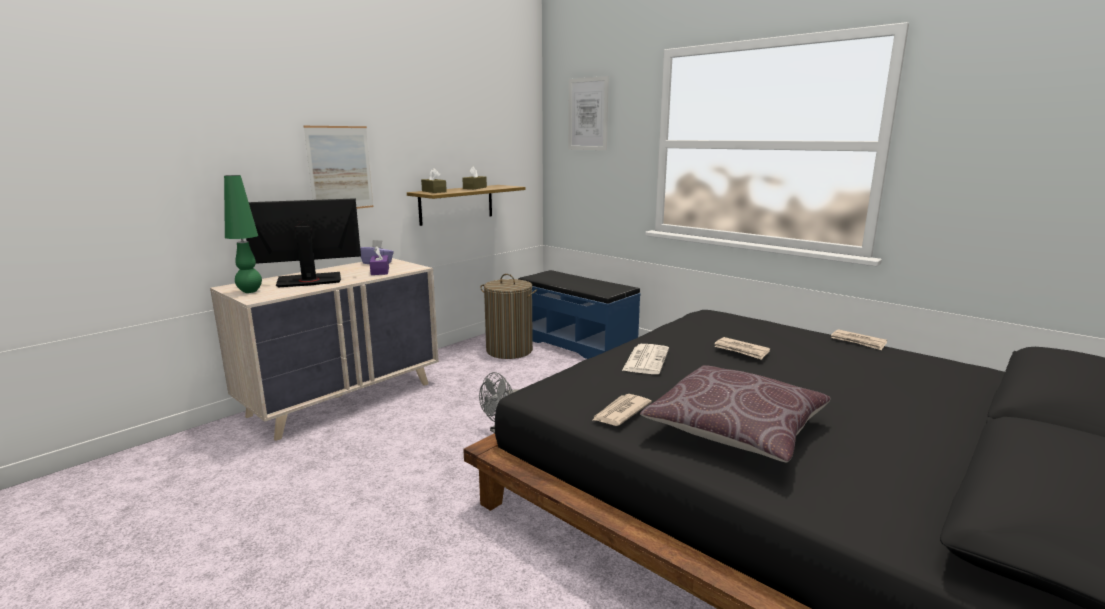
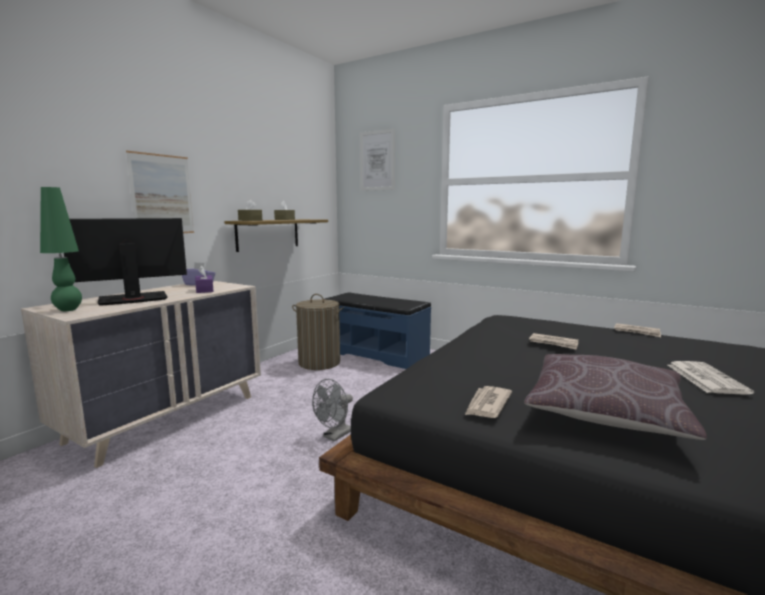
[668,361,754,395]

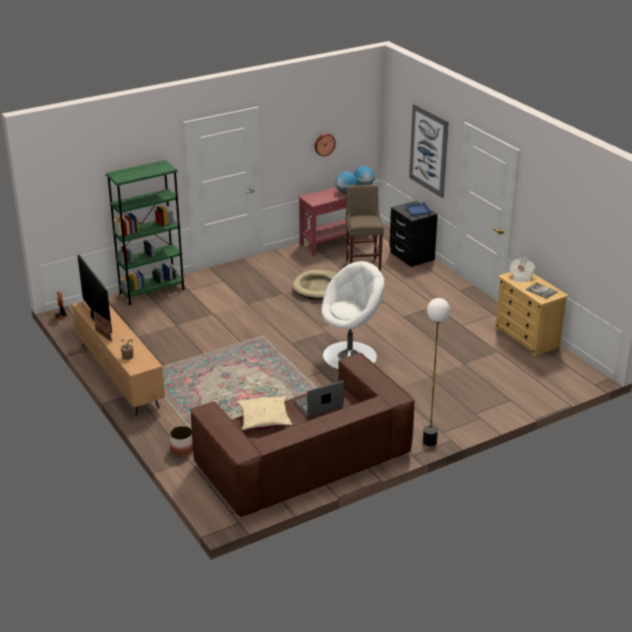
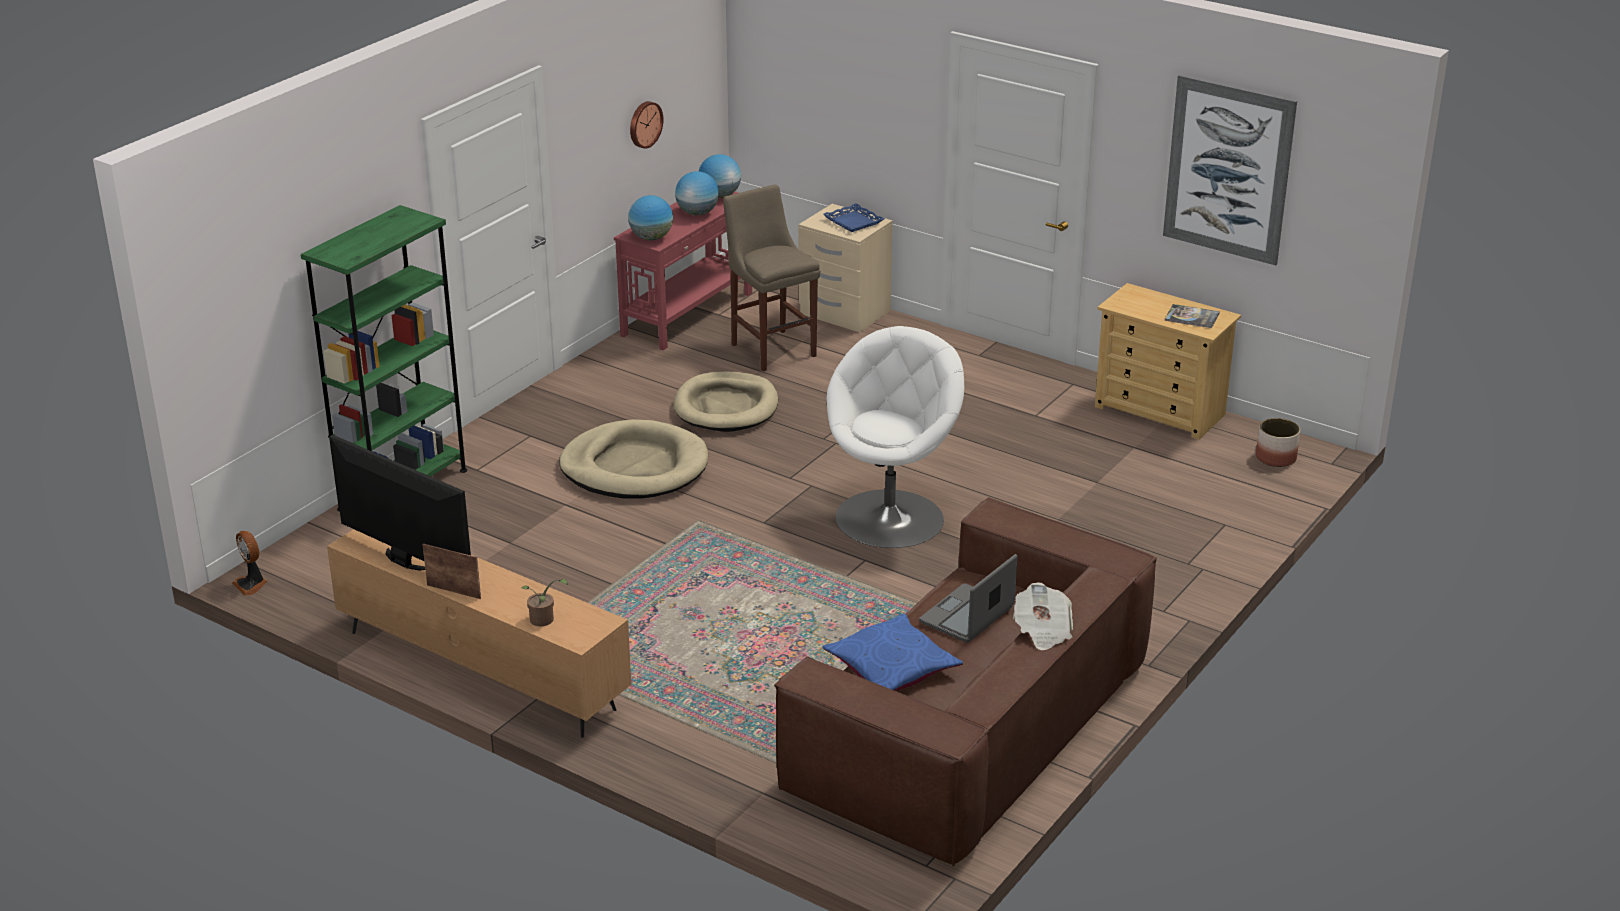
[1256,418,1300,467]
[823,614,963,691]
[799,204,893,332]
[1163,75,1297,265]
[423,298,450,446] (first image)
[1013,582,1073,650]
[559,419,708,499]
[628,195,673,240]

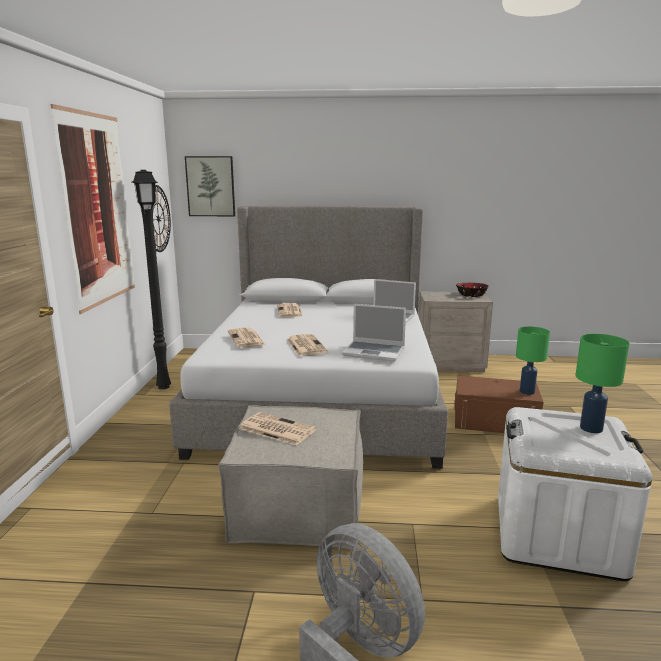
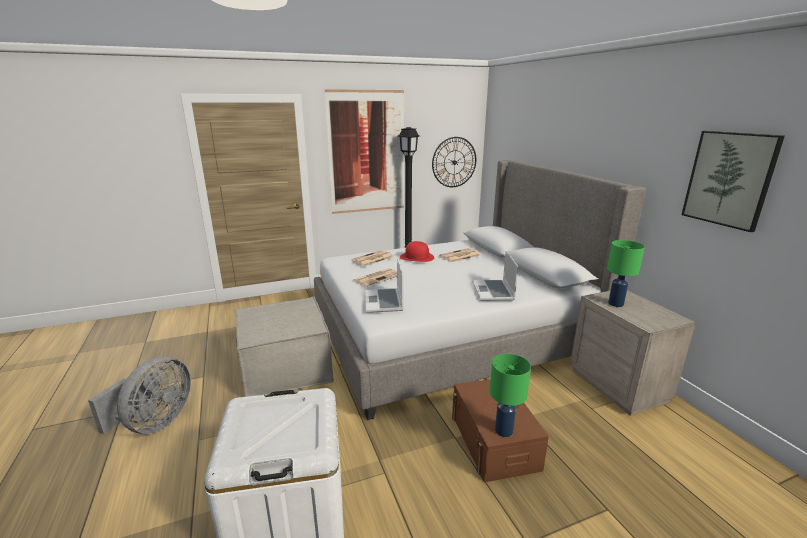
[681,131,785,232]
[239,412,317,446] (first image)
[456,283,489,297] (first image)
[607,240,645,307]
[400,241,434,262]

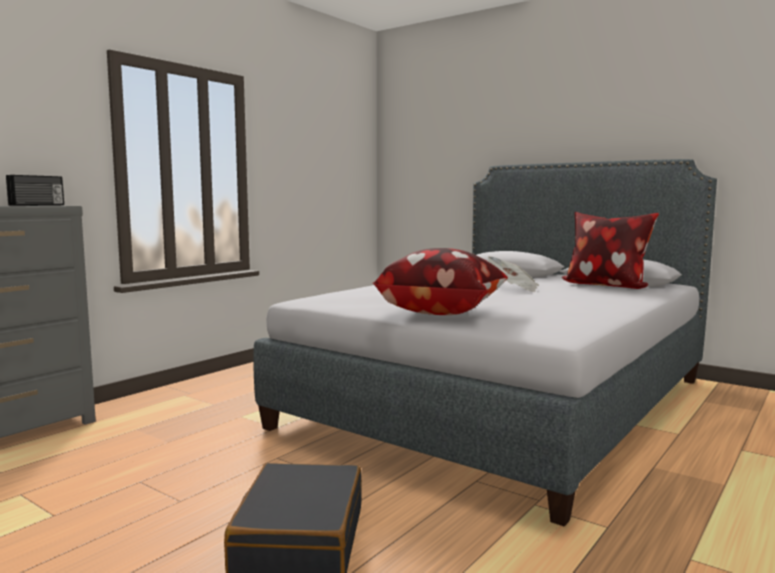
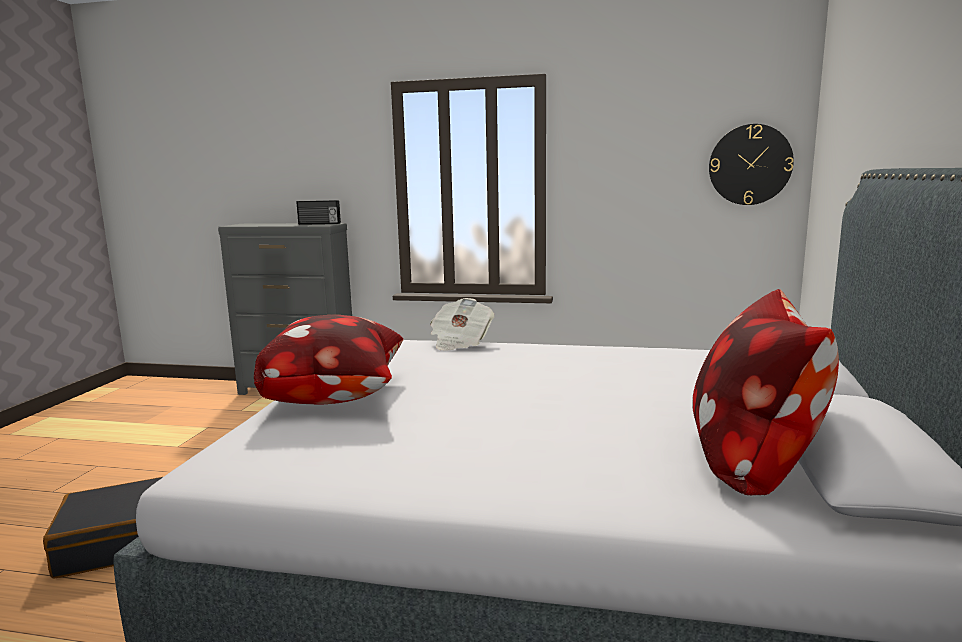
[430,298,495,351]
[709,124,794,205]

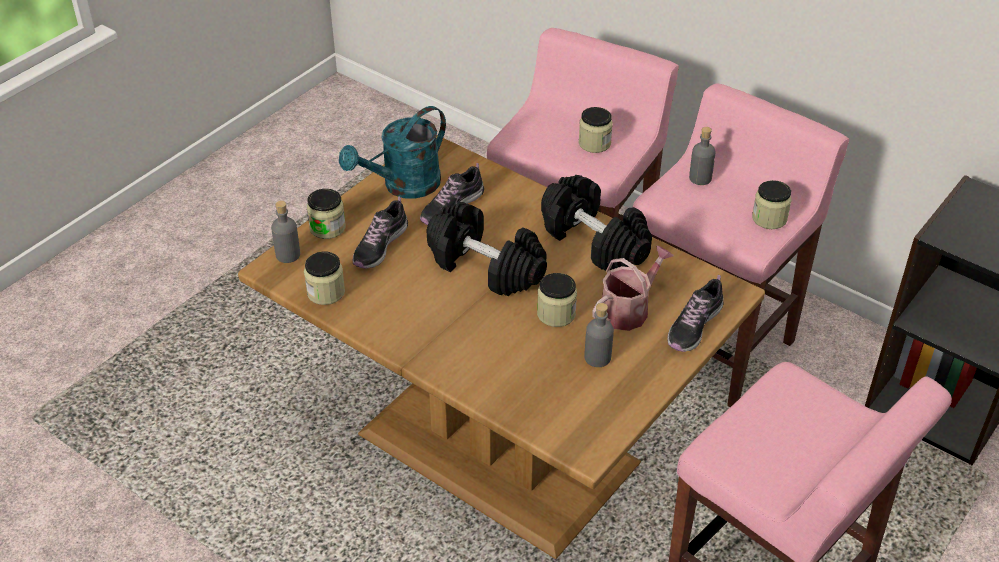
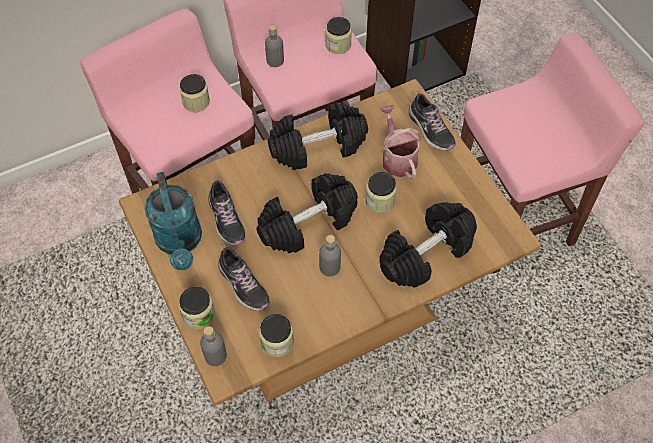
[319,235,341,276]
[379,202,477,288]

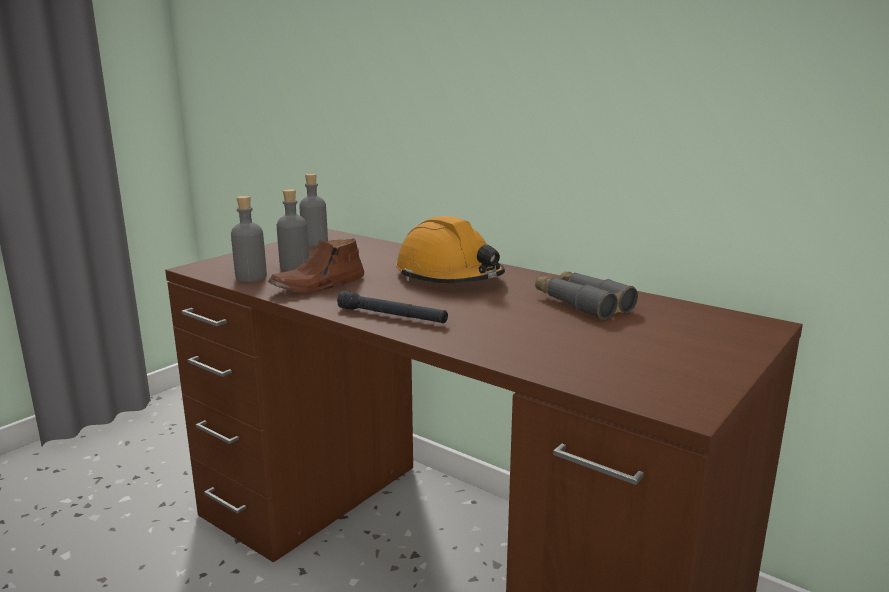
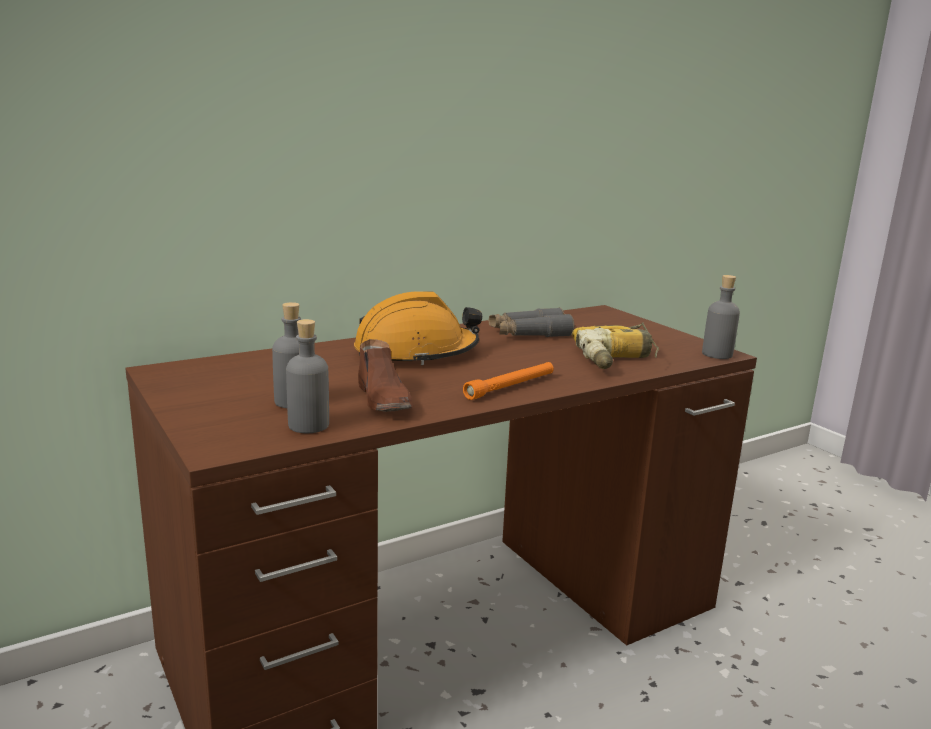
[702,275,740,359]
[463,362,554,400]
[572,322,659,369]

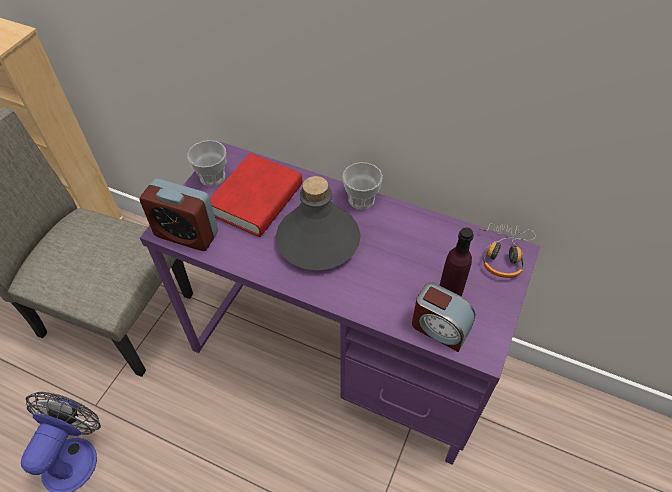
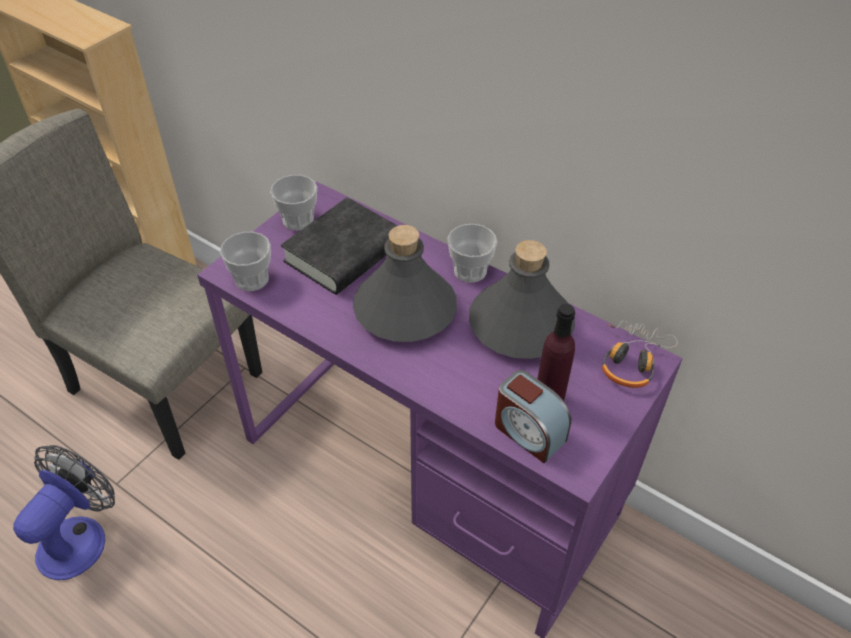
[220,232,271,291]
[281,197,398,295]
[469,240,575,359]

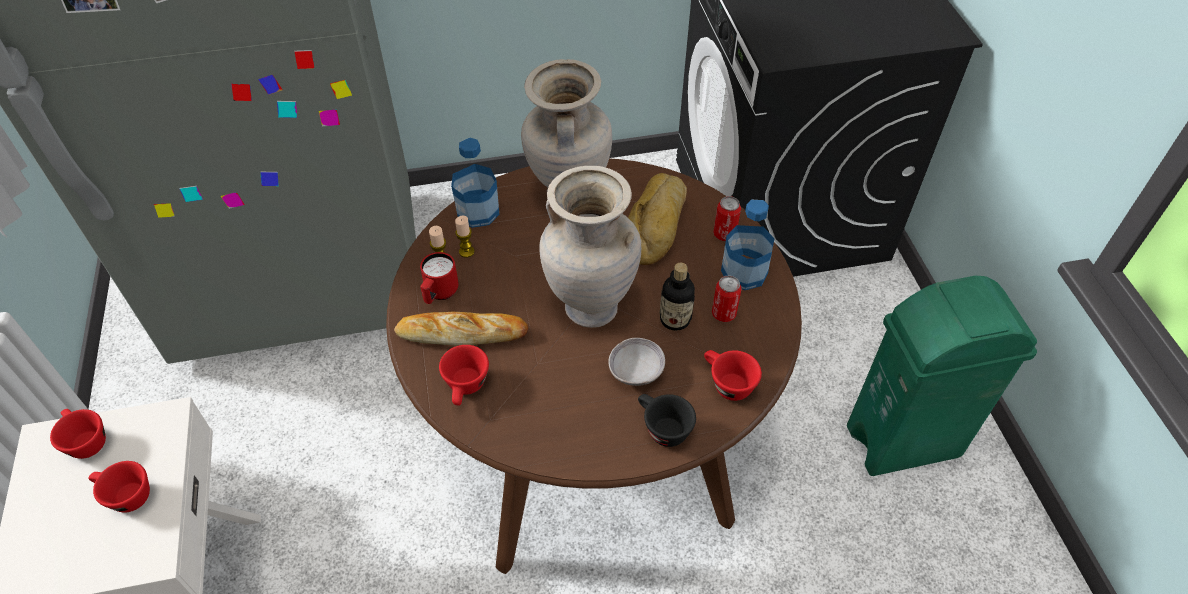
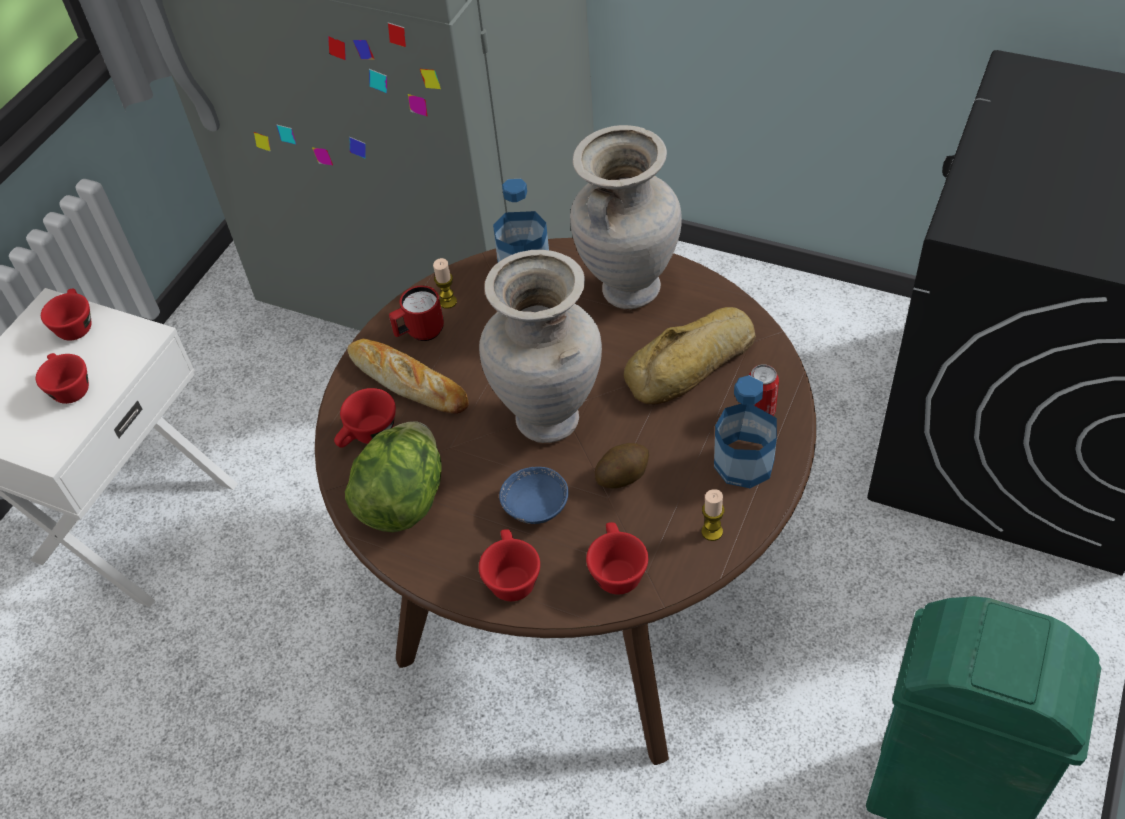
[701,489,724,541]
[499,467,569,524]
[479,529,540,601]
[595,443,649,488]
[712,275,742,322] (first image)
[345,421,441,532]

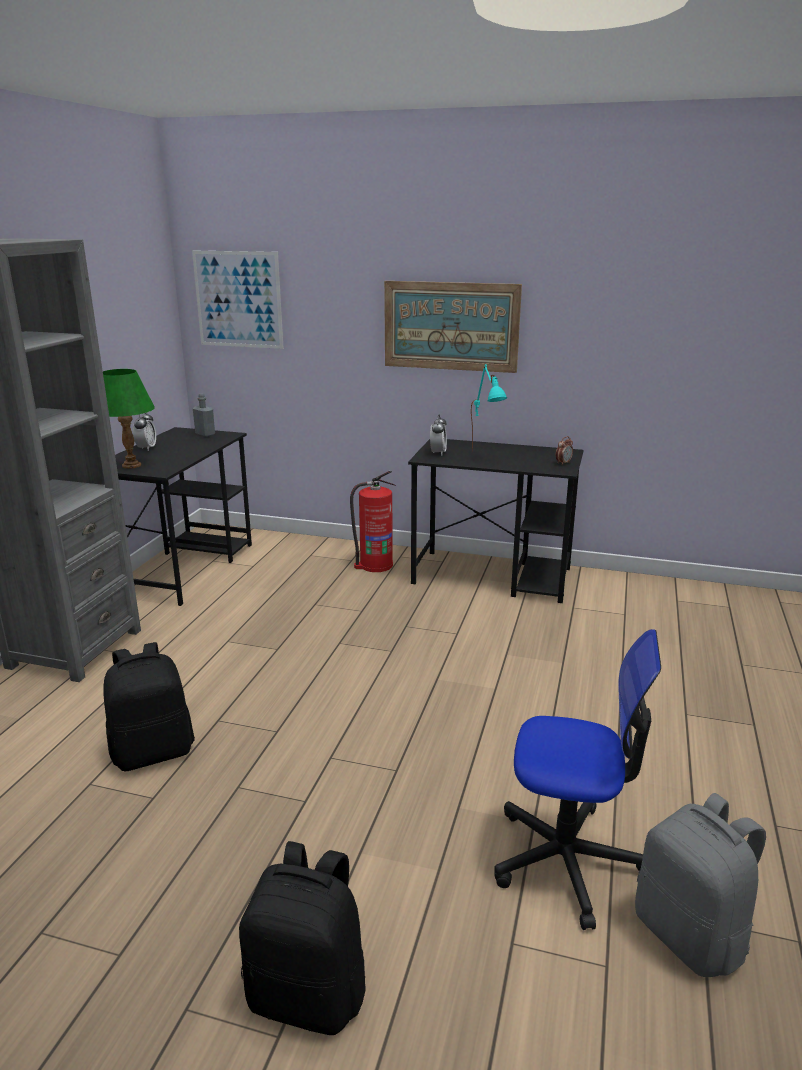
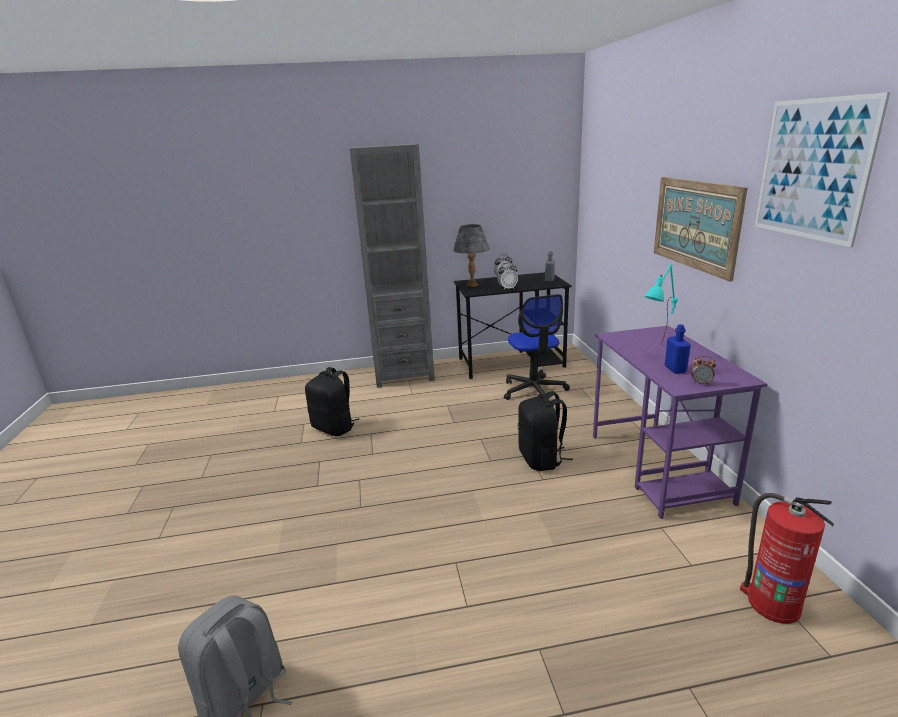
[453,224,490,287]
[755,92,890,247]
[518,391,573,471]
[740,493,834,624]
[593,326,767,519]
[497,263,518,290]
[504,294,570,400]
[665,324,691,374]

